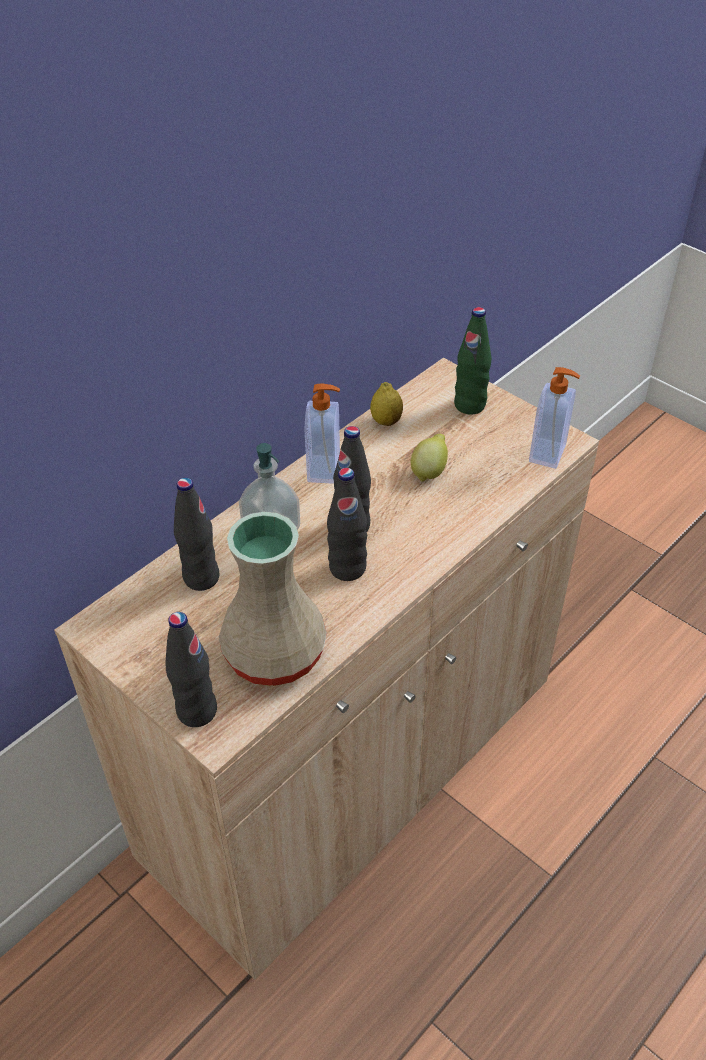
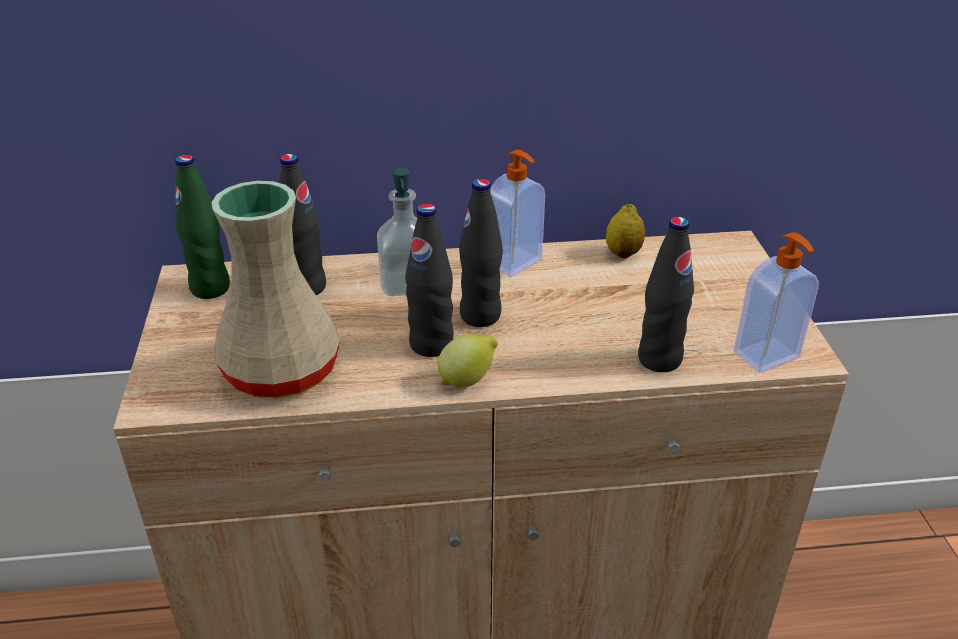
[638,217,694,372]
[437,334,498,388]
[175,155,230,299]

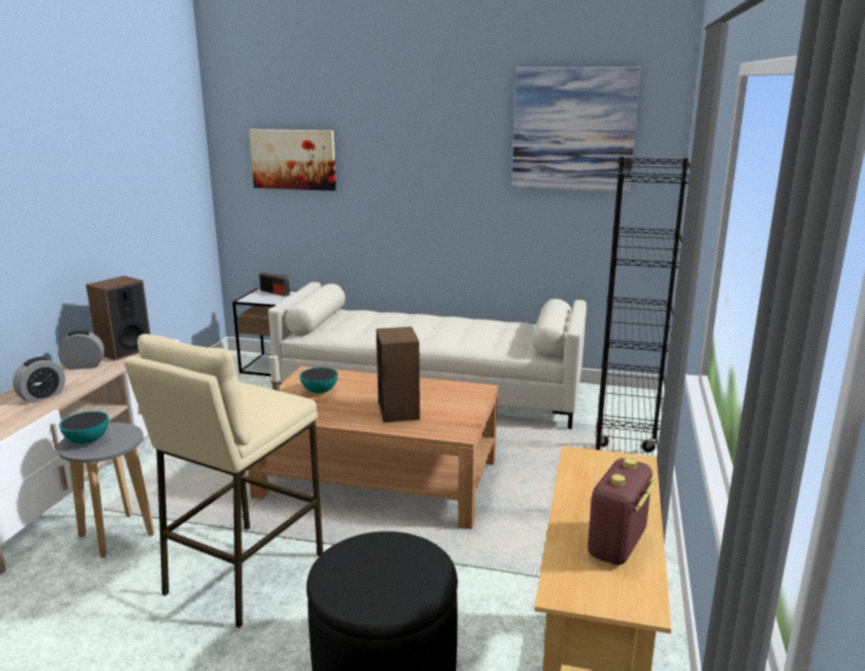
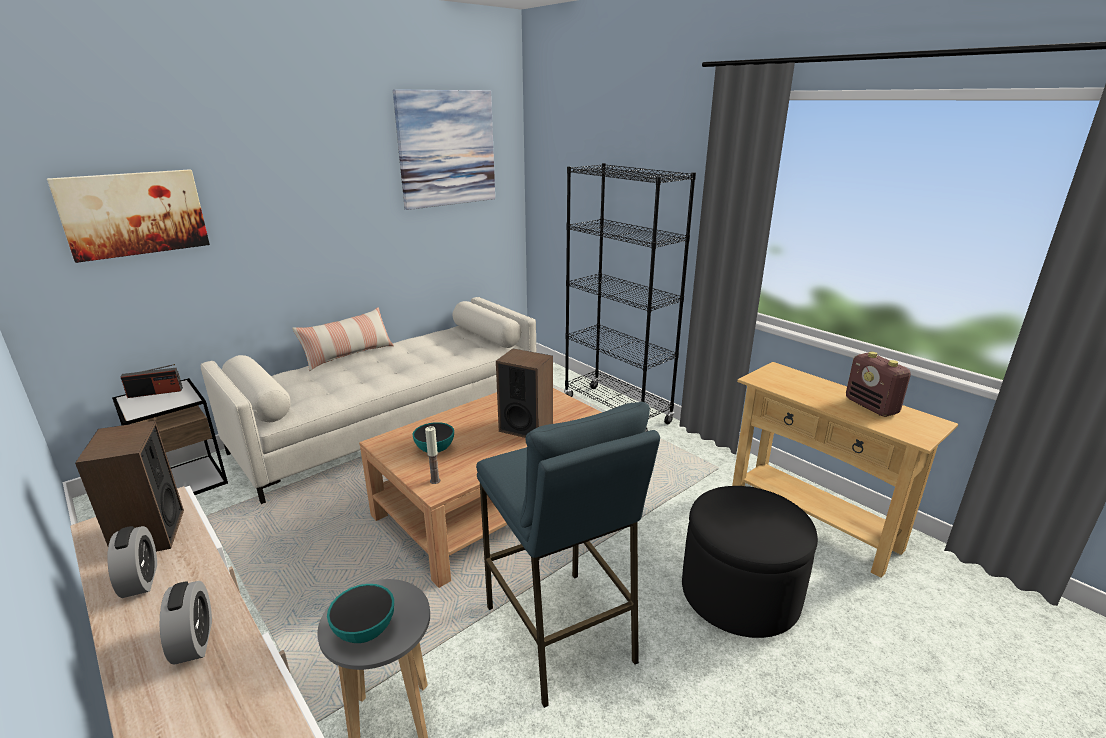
[107,526,157,598]
[476,402,660,708]
[292,307,394,371]

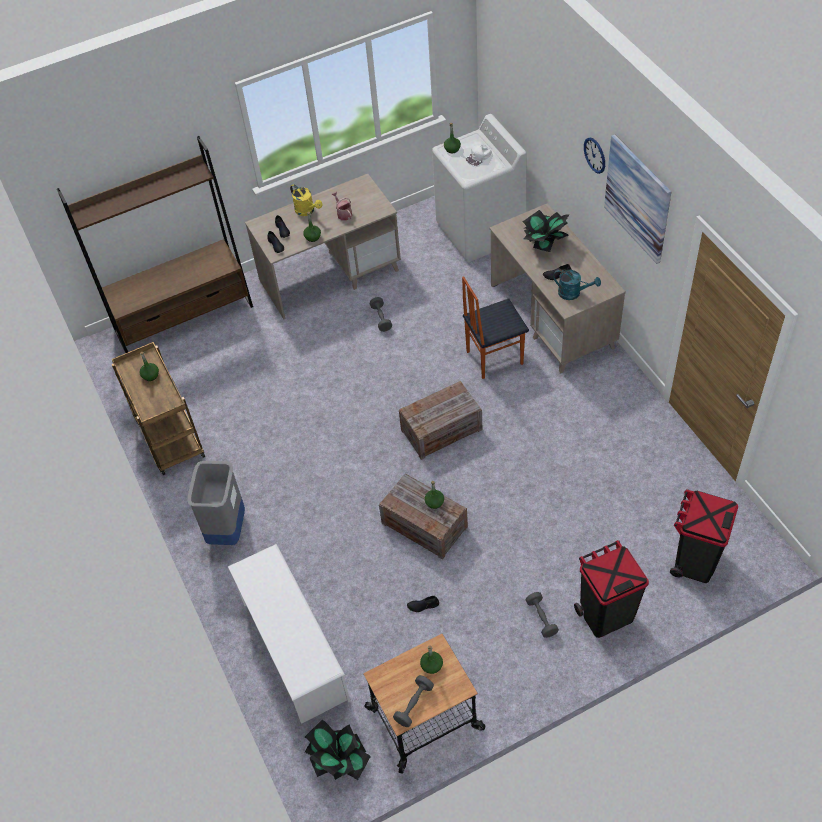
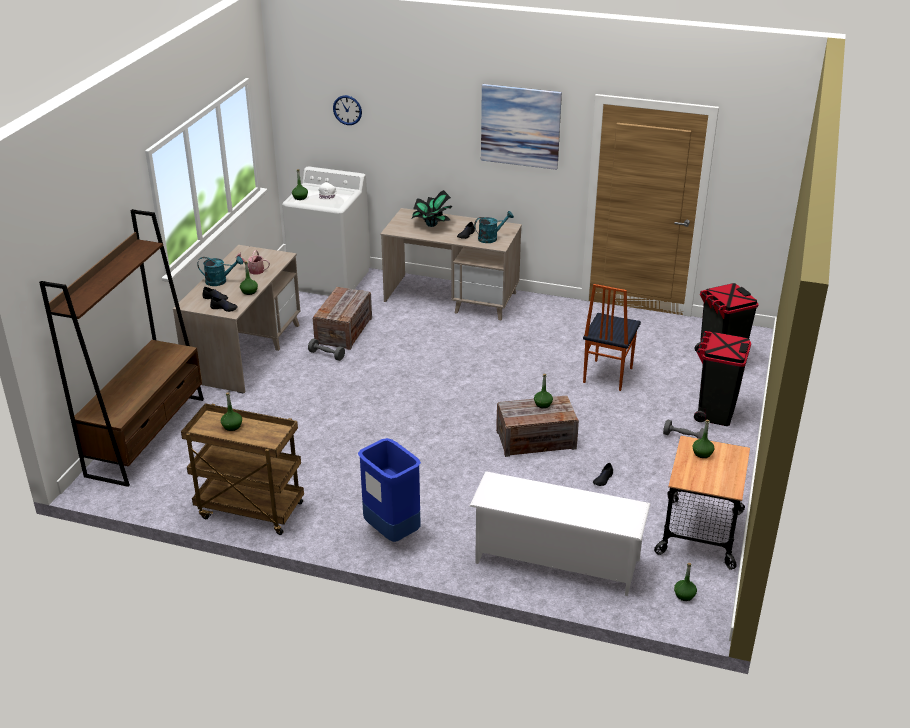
[358,438,421,542]
[197,256,243,286]
[674,563,697,601]
[393,675,434,727] (first image)
[313,287,372,350]
[583,284,641,391]
[333,95,362,125]

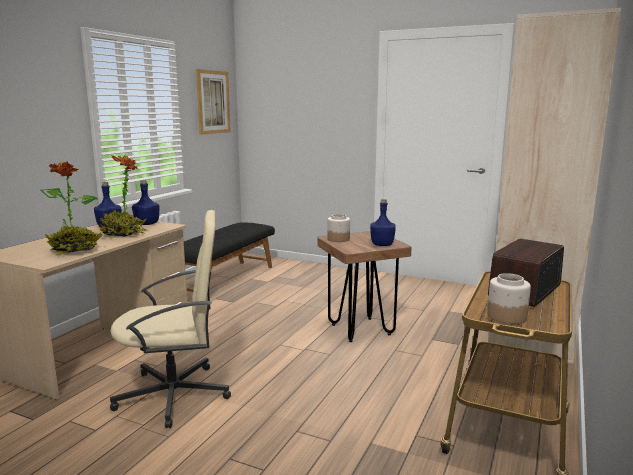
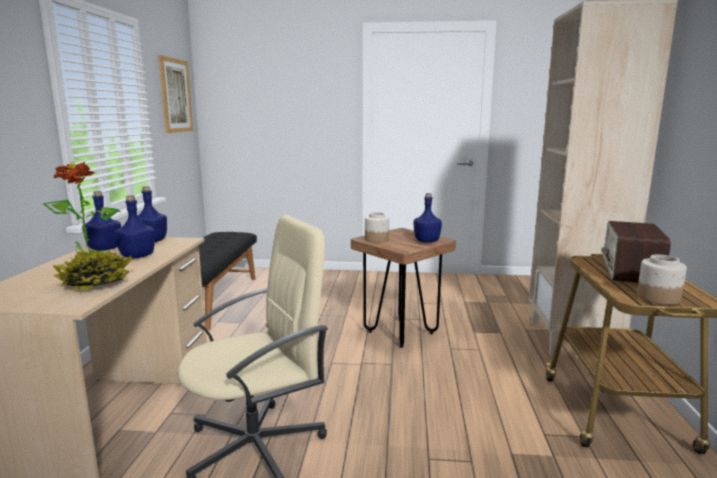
[115,195,155,258]

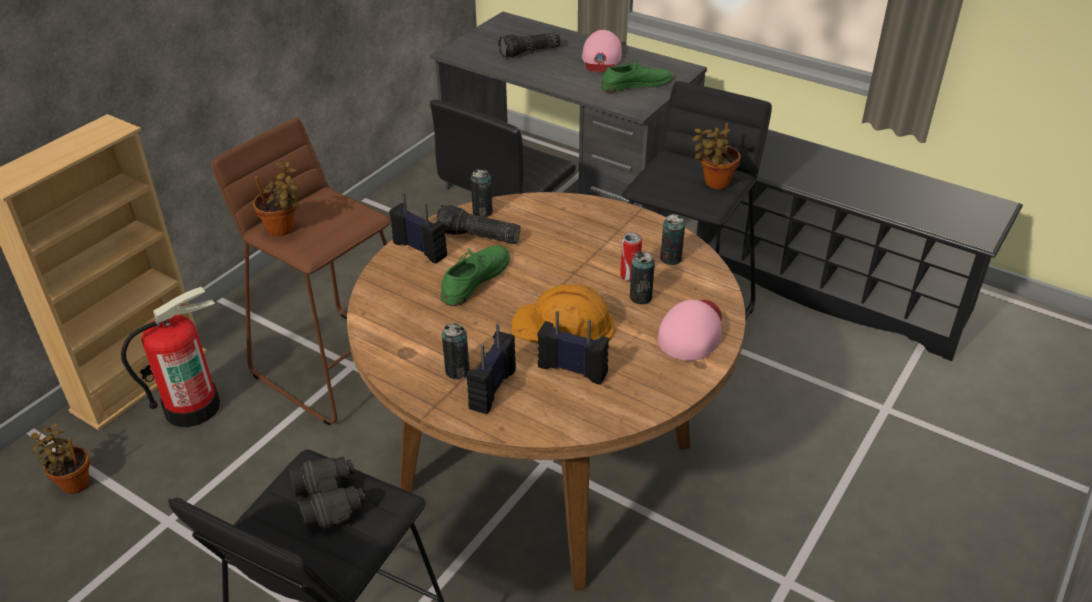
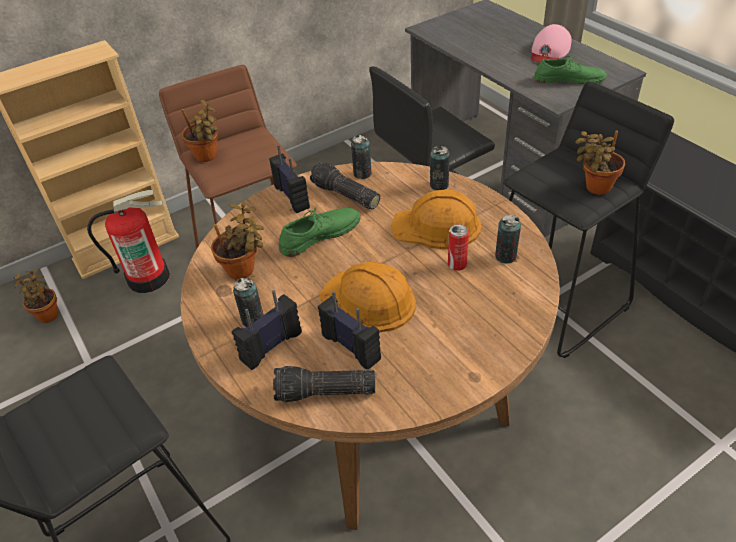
[289,456,366,531] (first image)
[273,366,375,402]
[430,146,450,190]
[658,300,722,361] (first image)
[211,202,264,280]
[391,190,482,249]

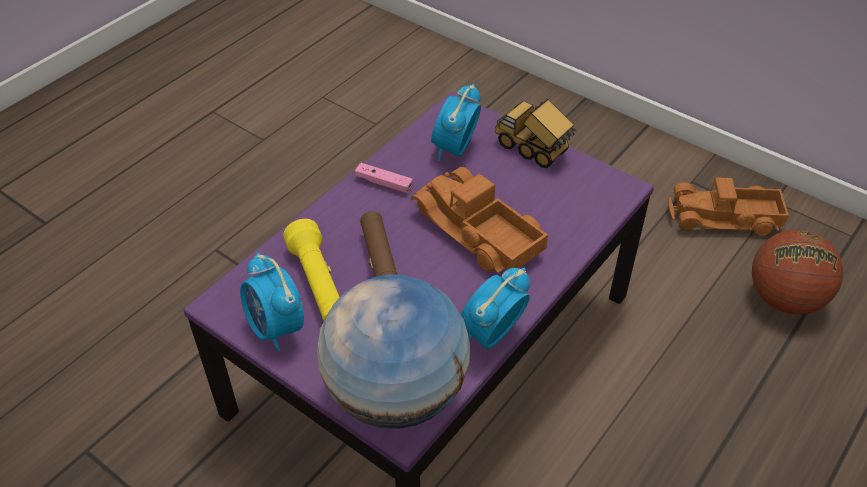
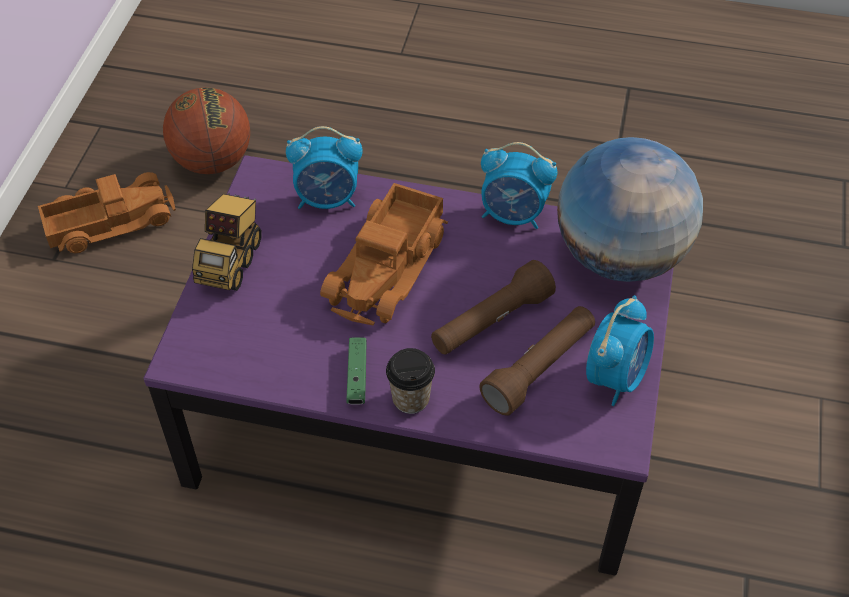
[479,306,595,416]
[347,337,367,405]
[286,126,363,209]
[38,172,176,253]
[386,348,435,414]

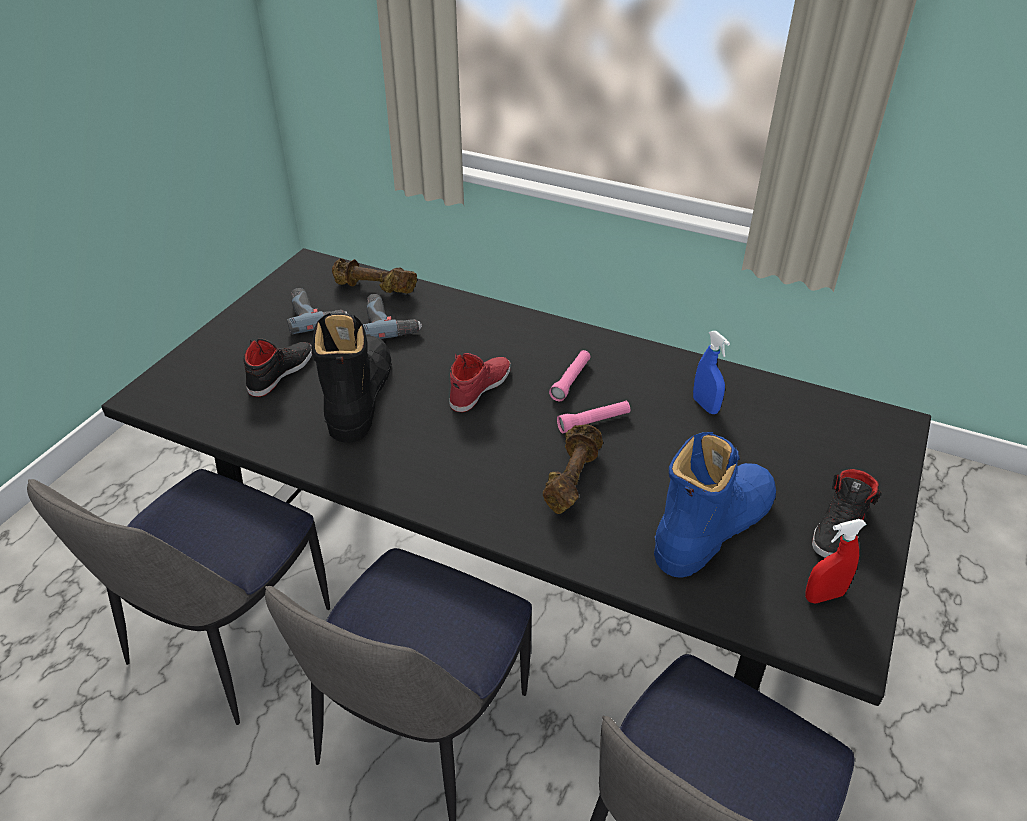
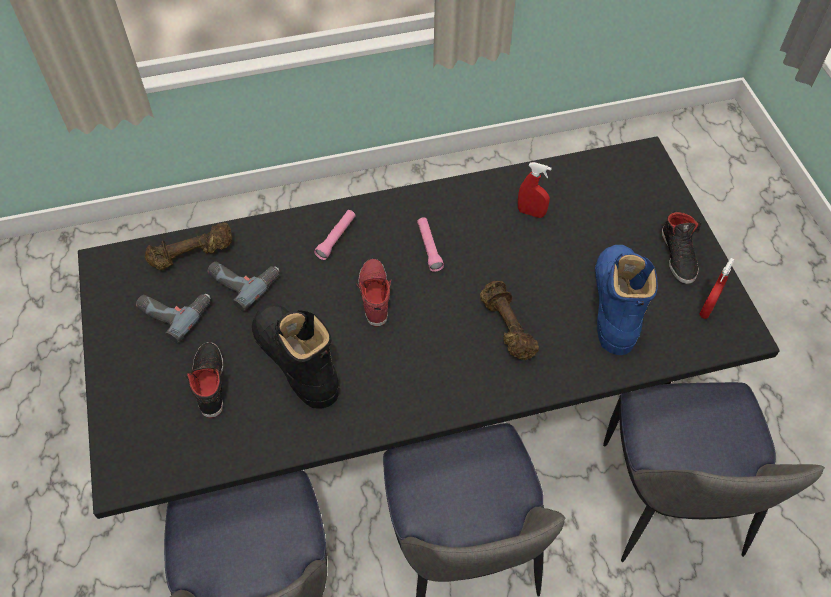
[314,210,356,260]
[518,162,552,218]

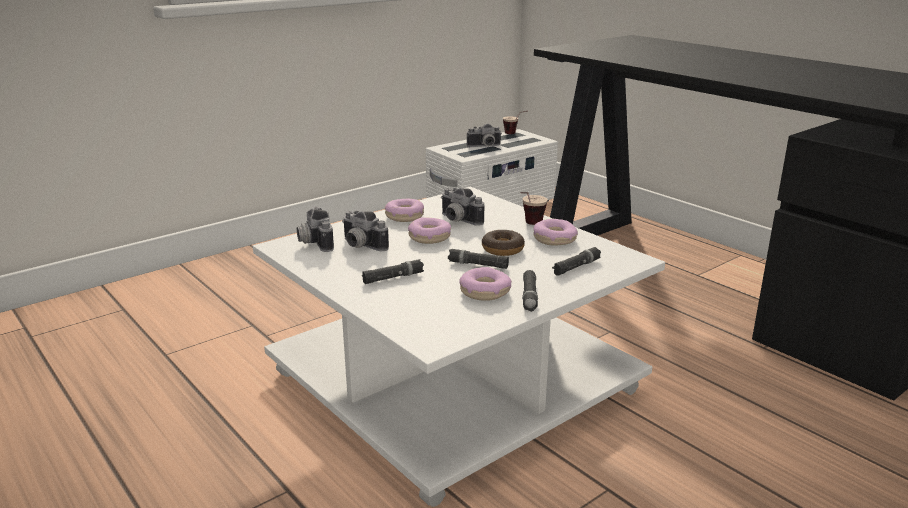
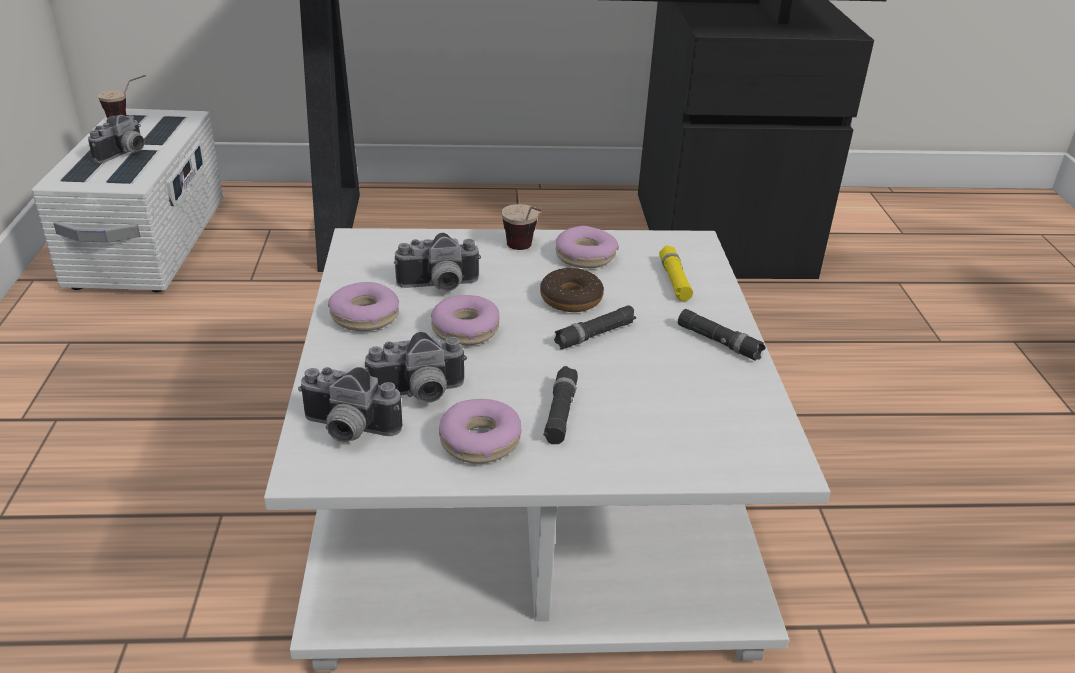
[439,399,522,464]
[659,245,693,301]

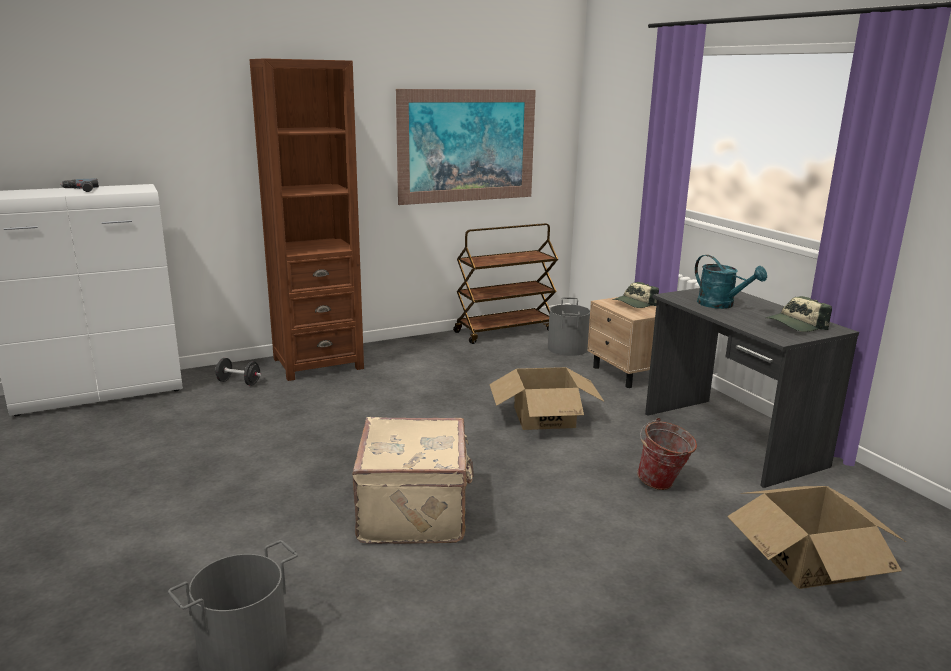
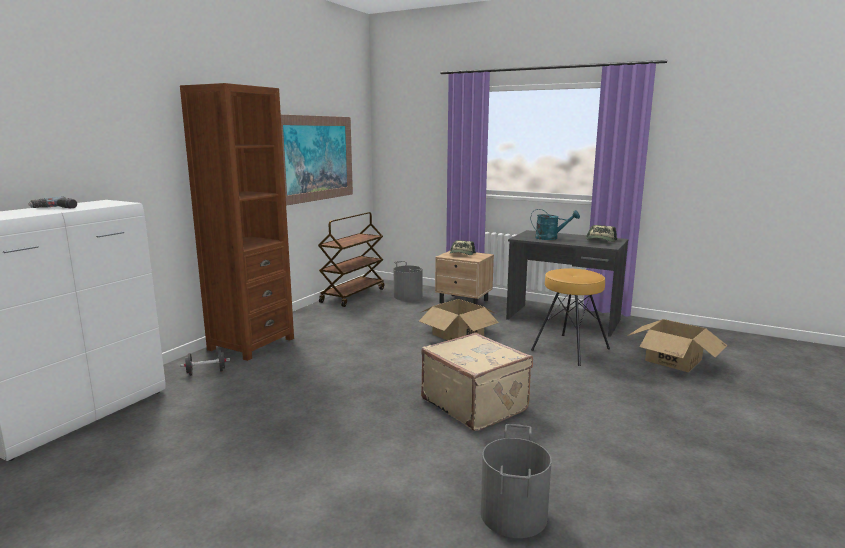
[531,269,610,366]

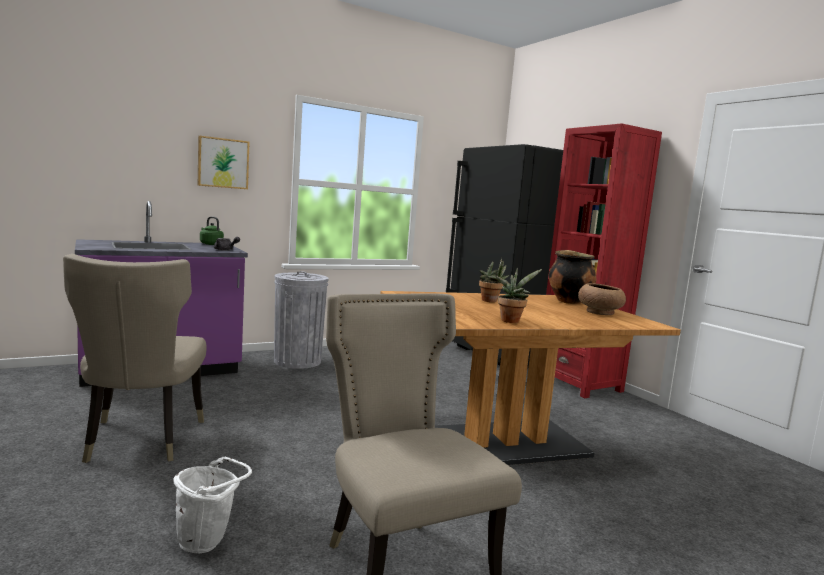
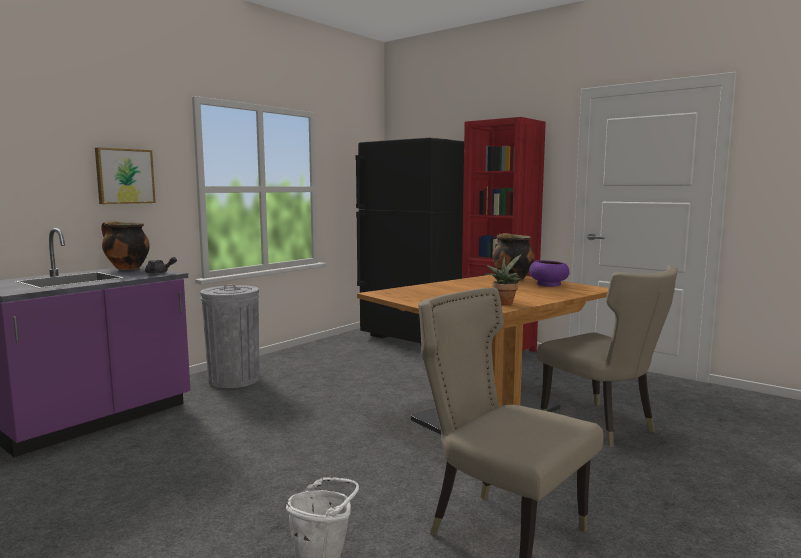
[537,265,678,447]
[101,221,150,270]
[479,258,509,302] (first image)
[529,260,570,287]

